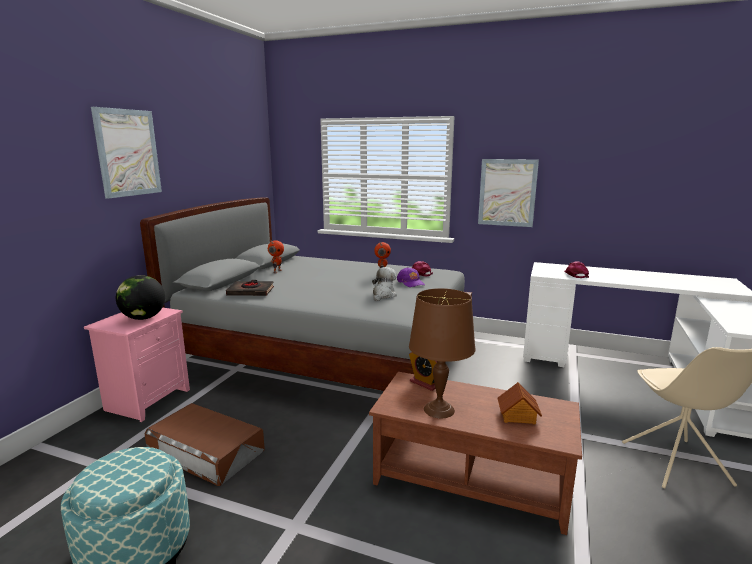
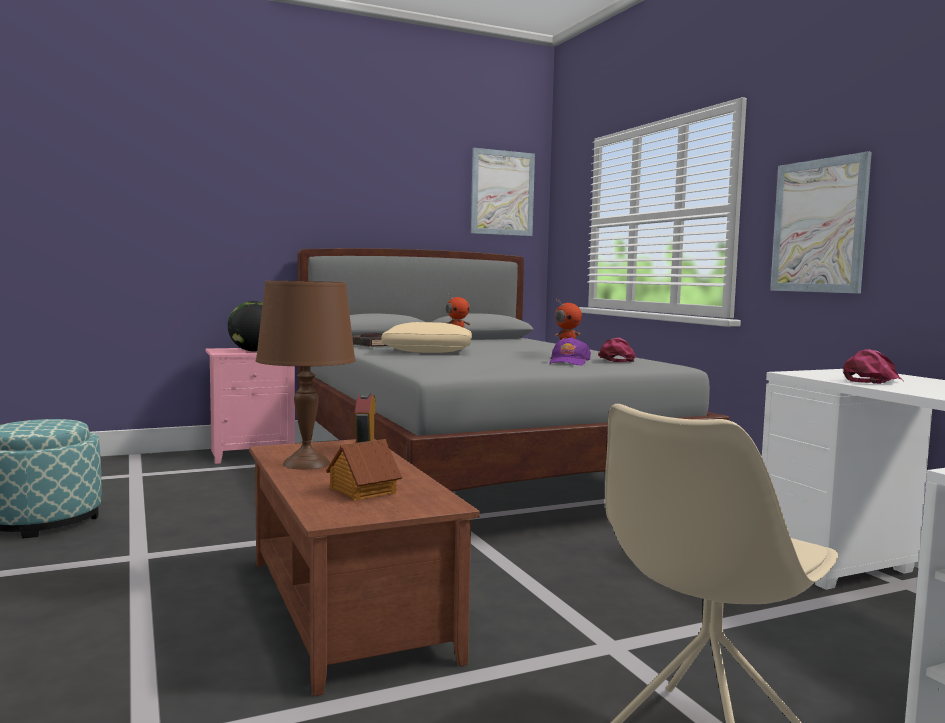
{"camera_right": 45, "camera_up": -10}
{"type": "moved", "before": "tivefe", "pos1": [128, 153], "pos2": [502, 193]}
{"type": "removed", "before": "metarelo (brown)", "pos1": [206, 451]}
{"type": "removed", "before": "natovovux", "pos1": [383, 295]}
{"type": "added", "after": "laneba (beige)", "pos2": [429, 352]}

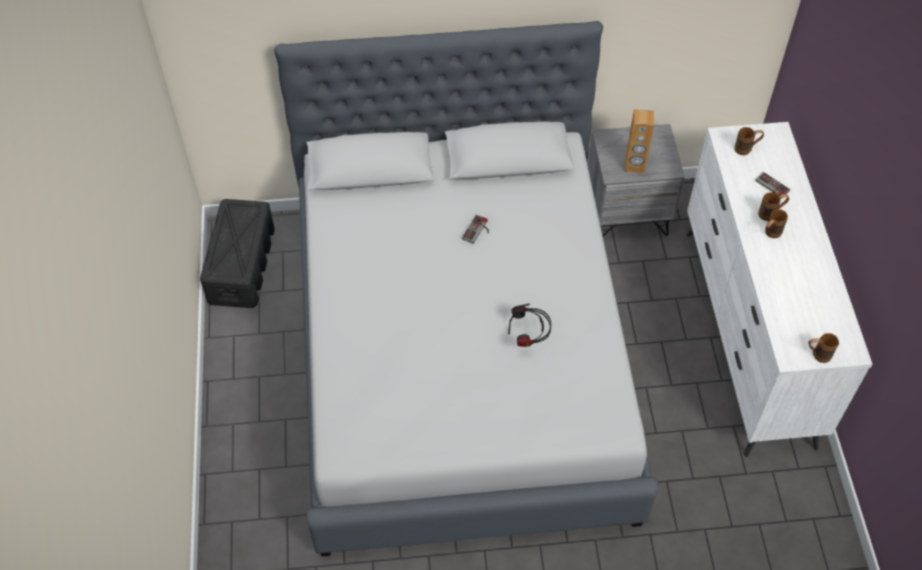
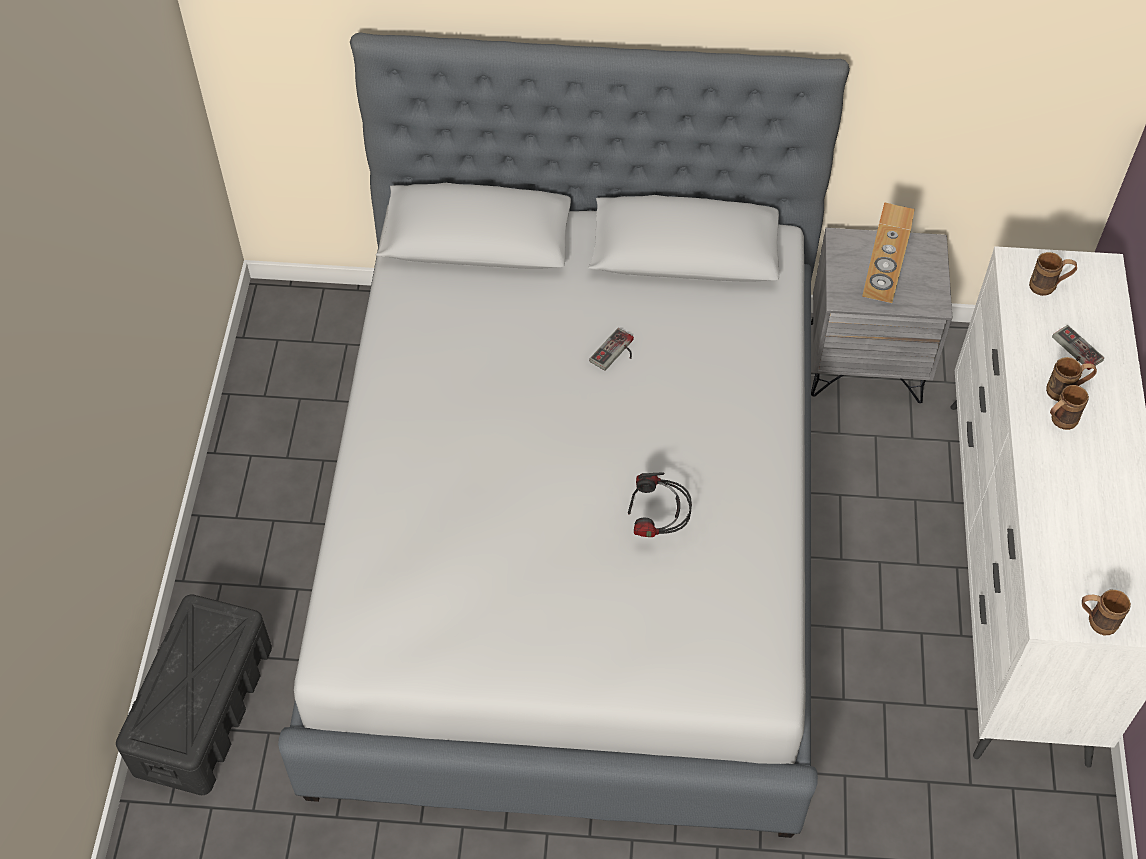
{"camera_right": 10, "camera_up": 0}
{"type": "moved", "before": "metarelo (black)", "pos1": [241, 266], "pos2": [203, 710]}

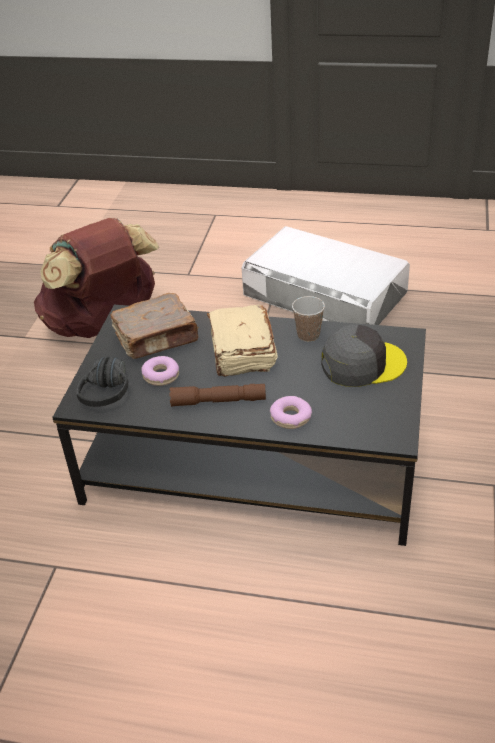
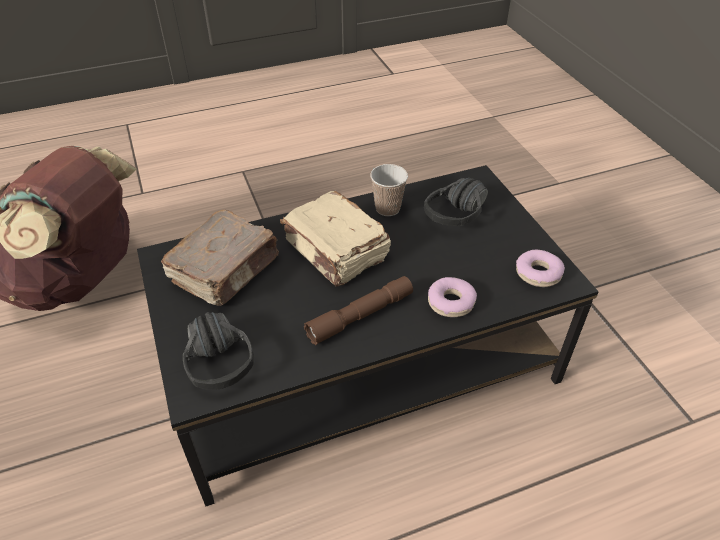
{"camera_right": -35, "camera_up": 5}
{"type": "moved", "before": "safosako", "pos1": [161, 375], "pos2": [538, 273]}
{"type": "removed", "before": "metarelo (white)", "pos1": [325, 293]}
{"type": "replaced", "before": "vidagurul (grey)", "after": "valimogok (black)", "pos1": [362, 364], "pos2": [464, 219]}

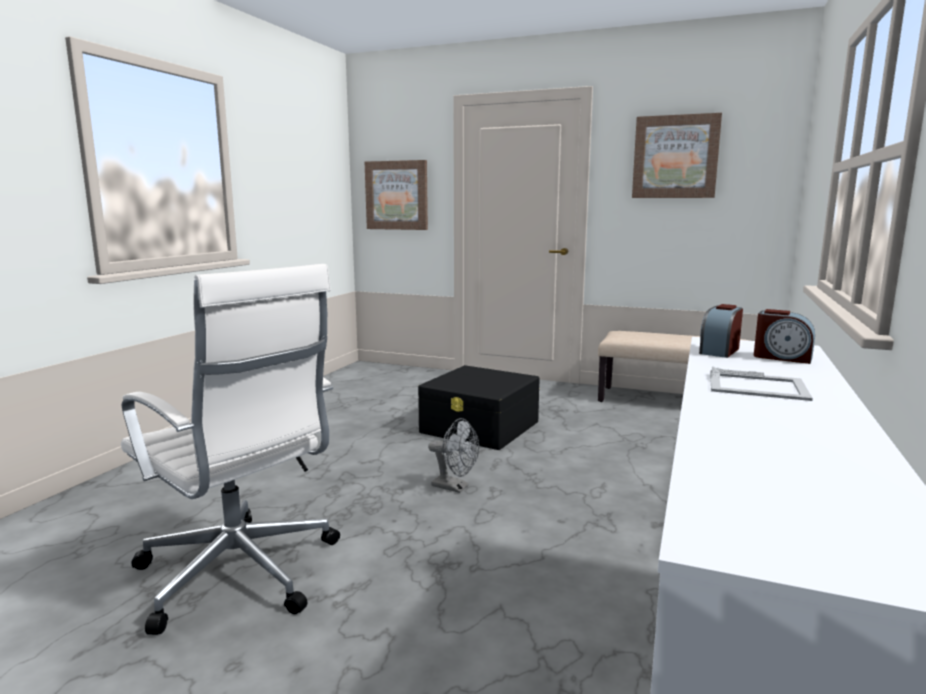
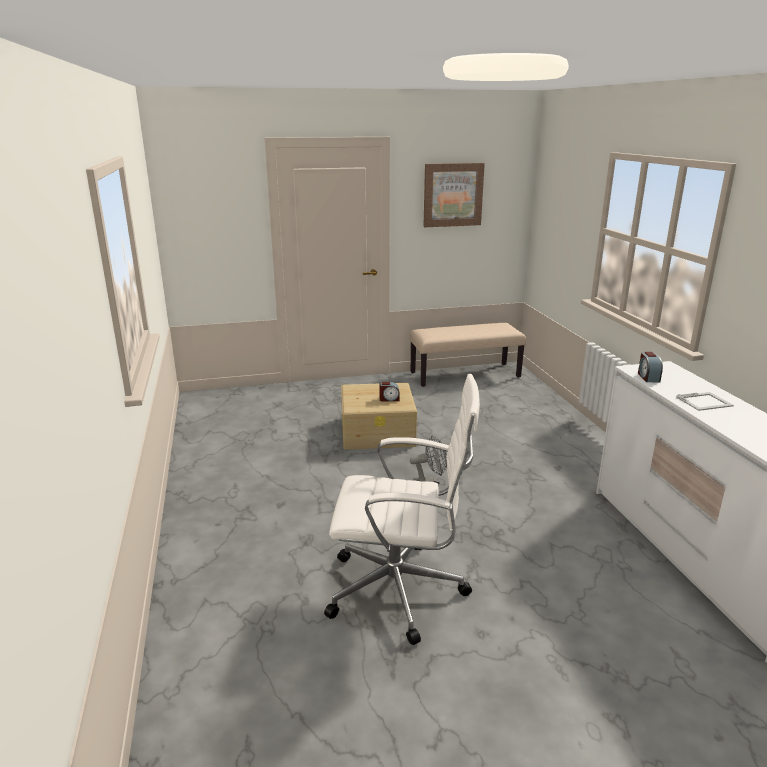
{"camera_right": -35, "camera_up": 10}
{"type": "removed", "before": "tivefe", "pos1": [397, 195]}
{"type": "recoloured", "before": "metarelo (black)", "after": "metarelo (beige)", "pos1": [480, 427], "pos2": [378, 431]}
{"type": "moved", "before": "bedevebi", "pos1": [782, 357], "pos2": [389, 399]}

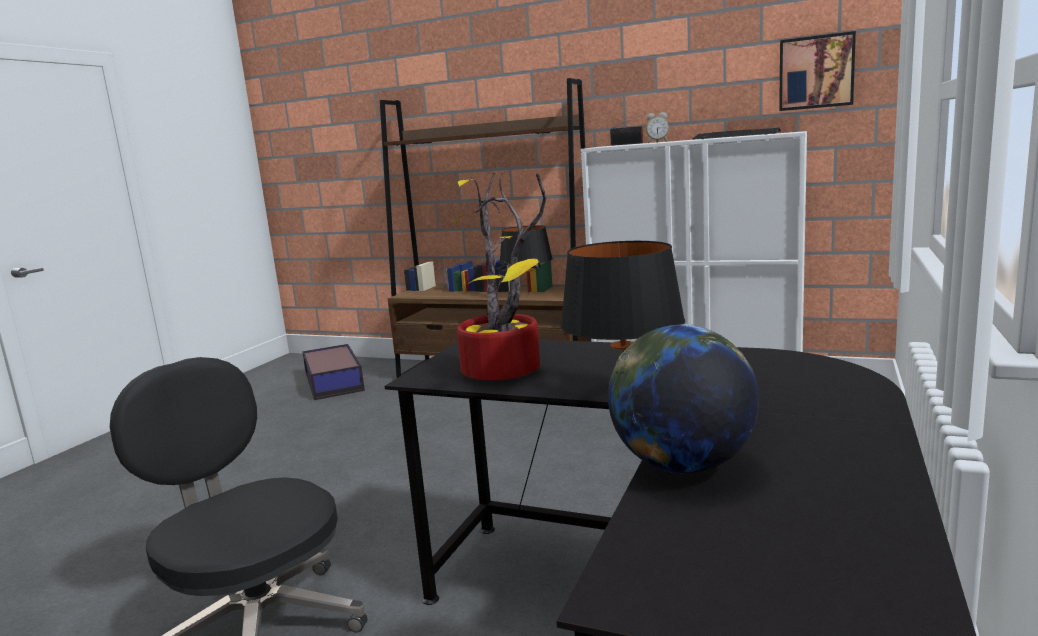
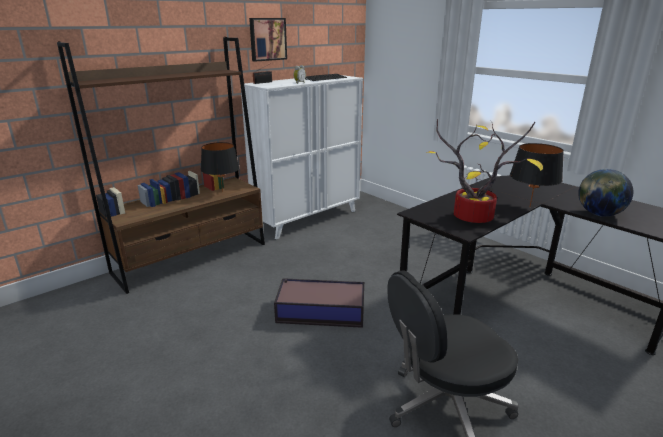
{"camera_right": -65, "camera_up": 10}
{"type": "moved", "before": "metarelo", "pos1": [334, 381], "pos2": [319, 311]}
{"type": "moved", "before": "tivefe", "pos1": [816, 72], "pos2": [267, 39]}

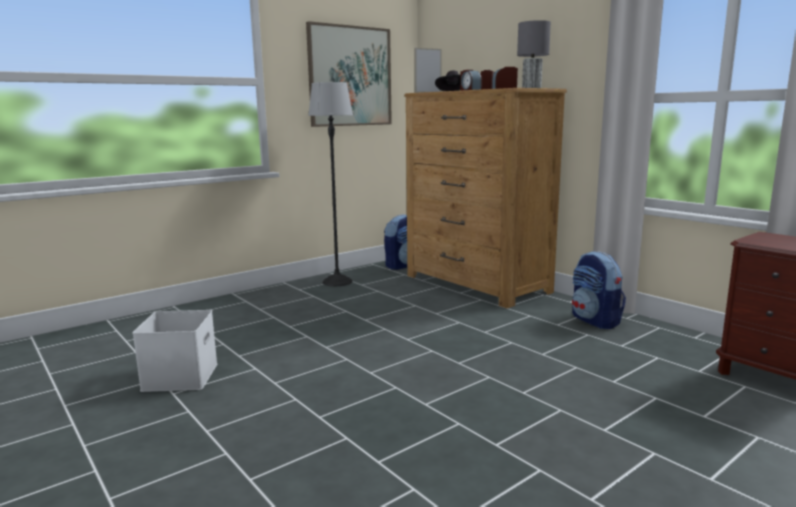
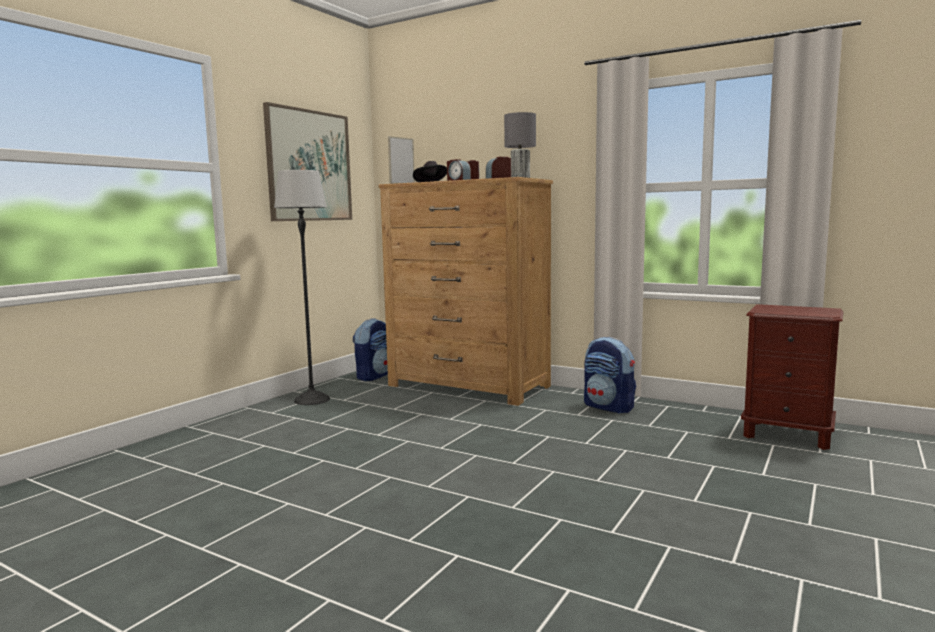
{"camera_right": -20, "camera_up": -5}
{"type": "removed", "before": "metarelo (white)", "pos1": [179, 376]}

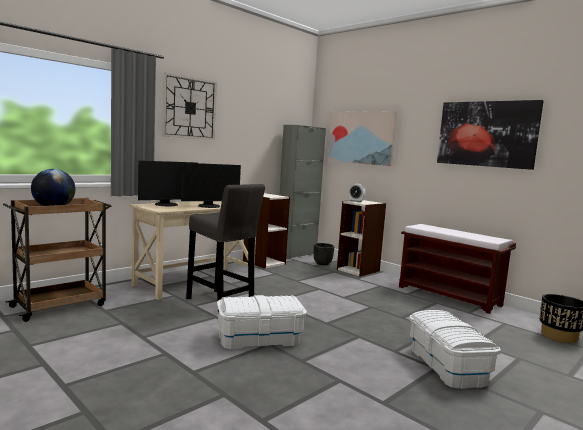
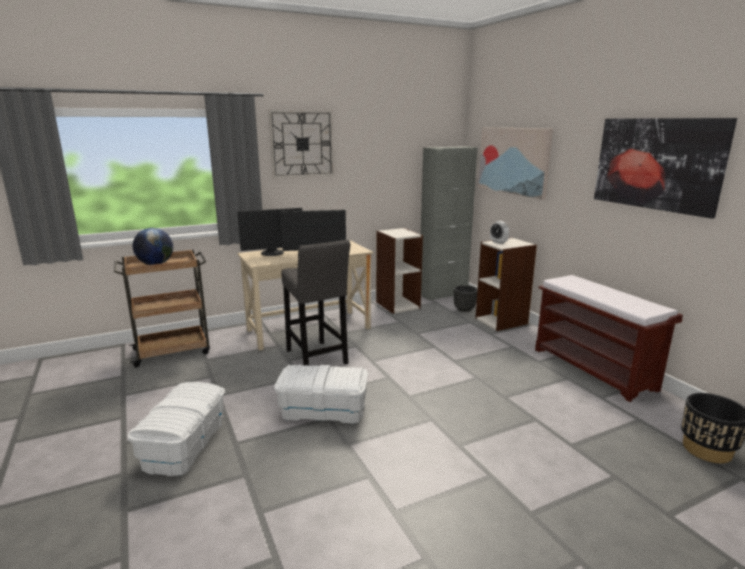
{"camera_right": 20, "camera_up": 10}
{"type": "moved", "before": "metarelo (white)", "pos1": [447, 366], "pos2": [185, 445]}

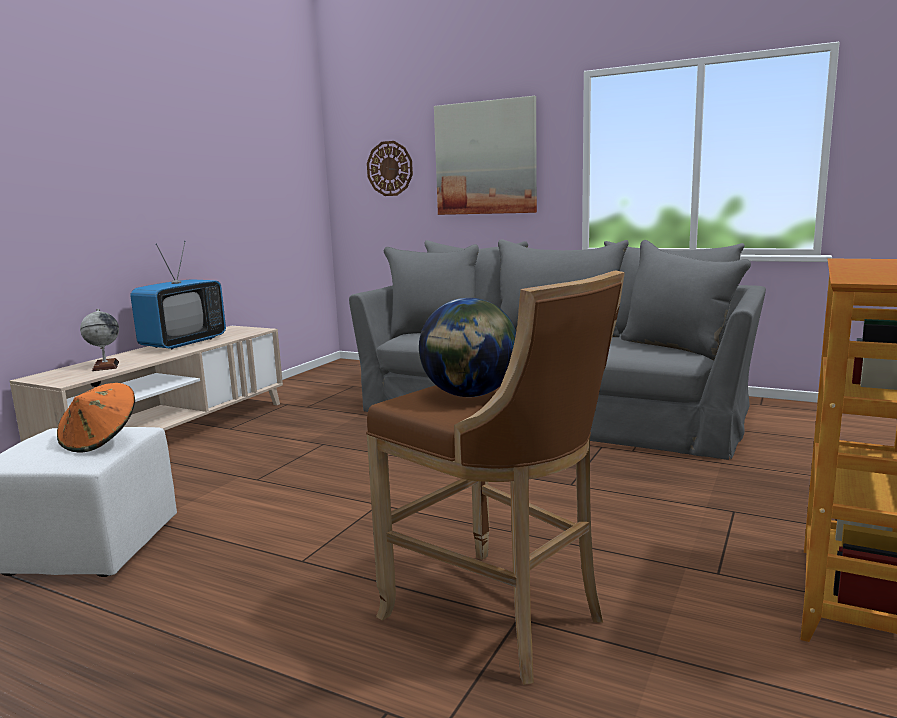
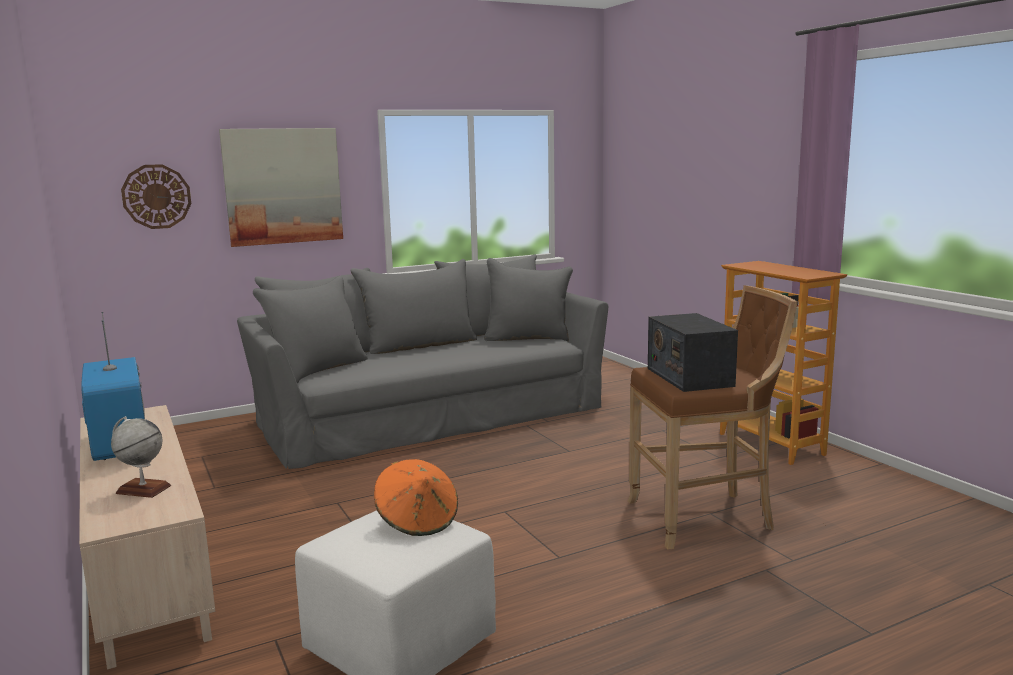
{"camera_right": -55, "camera_up": 0}
{"type": "replaced", "before": "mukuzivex", "after": "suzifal", "pos1": [470, 395], "pos2": [689, 377]}

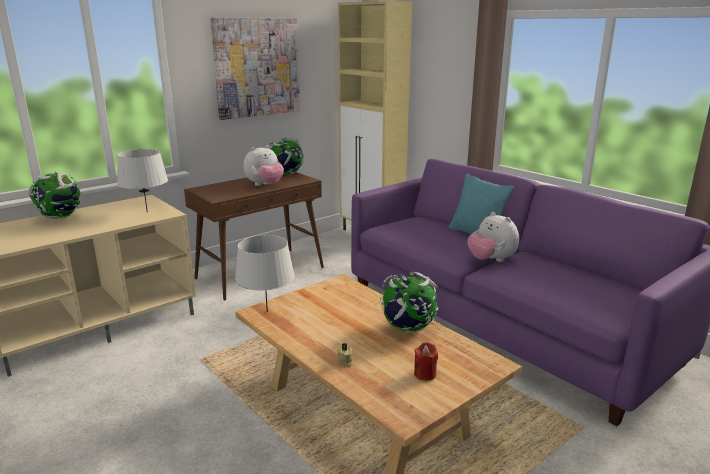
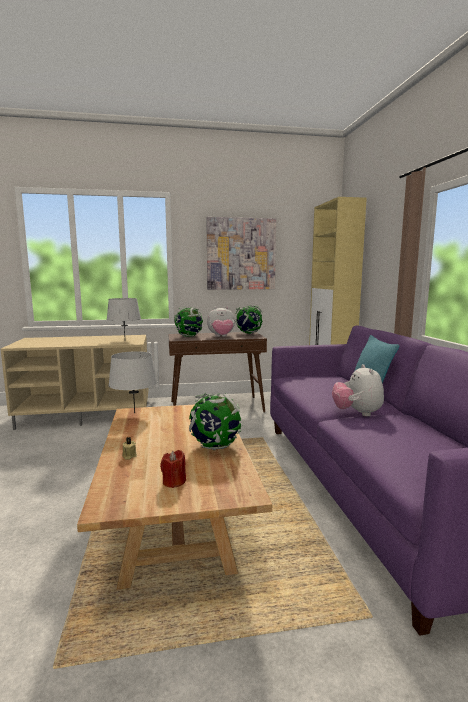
{"camera_right": 30, "camera_up": -10}
{"type": "moved", "before": "mukuzivex", "pos1": [60, 217], "pos2": [189, 336]}

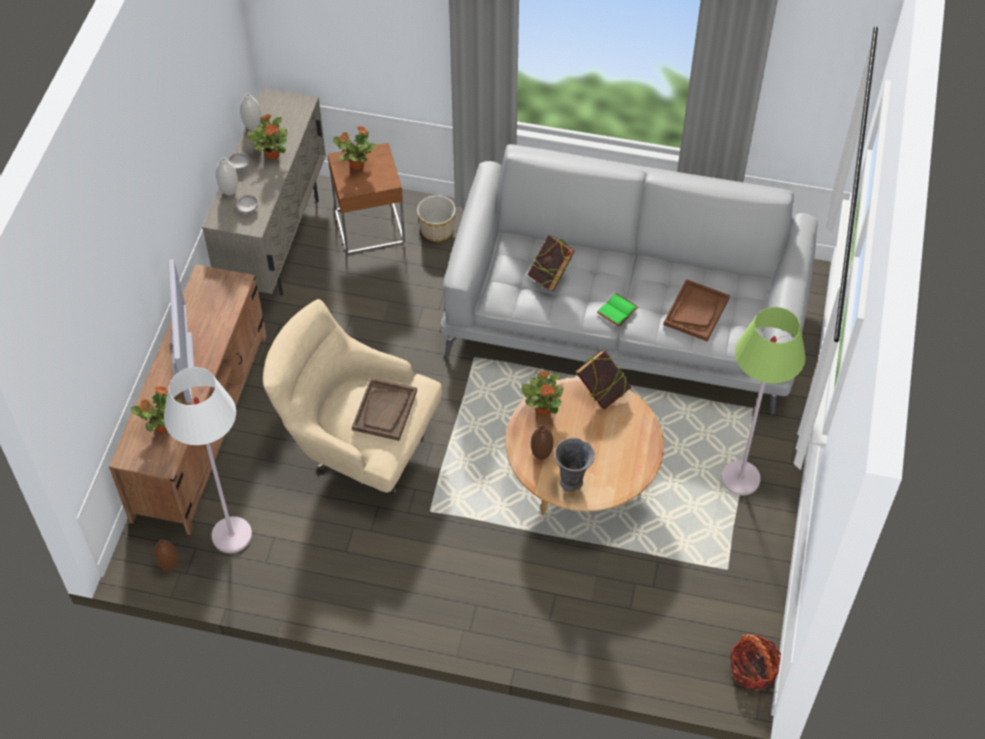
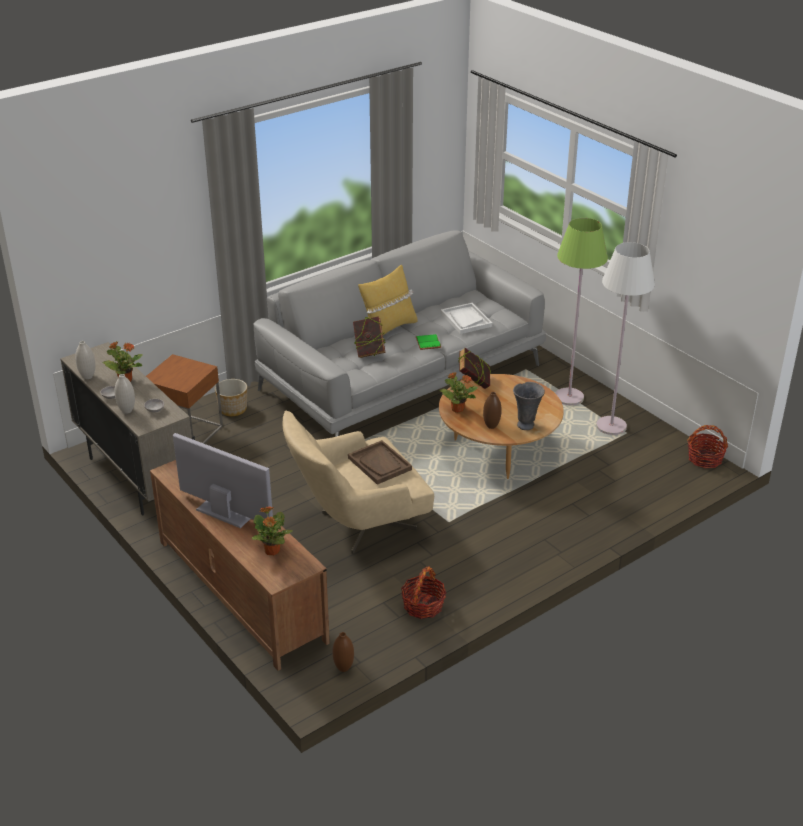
{"camera_right": -50, "camera_up": -20}
{"type": "moved", "before": "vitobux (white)", "pos1": [231, 535], "pos2": [611, 426]}
{"type": "removed", "before": "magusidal", "pos1": [356, 165]}
{"type": "recoloured", "before": "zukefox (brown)", "after": "zukefox (white)", "pos1": [696, 311], "pos2": [466, 320]}
{"type": "added", "after": "laneba (yellow)", "pos2": [388, 329]}
{"type": "added", "after": "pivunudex", "pos2": [423, 606]}

